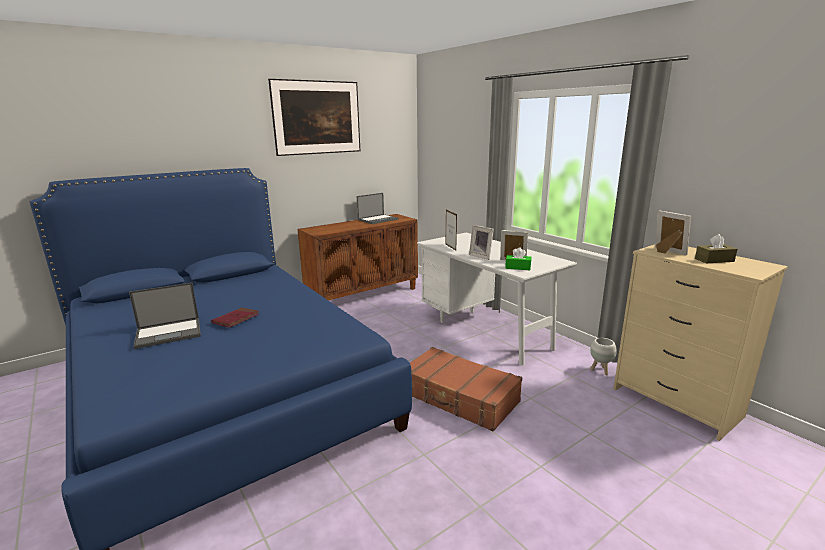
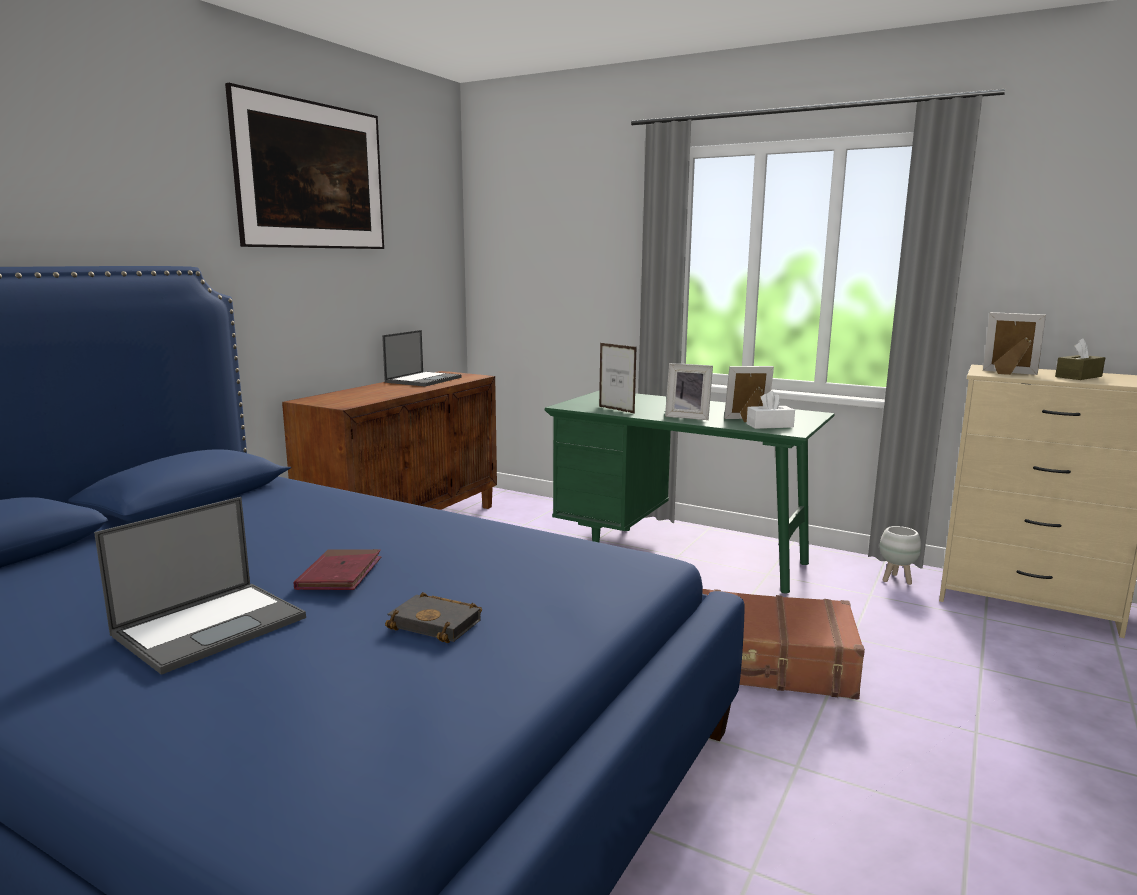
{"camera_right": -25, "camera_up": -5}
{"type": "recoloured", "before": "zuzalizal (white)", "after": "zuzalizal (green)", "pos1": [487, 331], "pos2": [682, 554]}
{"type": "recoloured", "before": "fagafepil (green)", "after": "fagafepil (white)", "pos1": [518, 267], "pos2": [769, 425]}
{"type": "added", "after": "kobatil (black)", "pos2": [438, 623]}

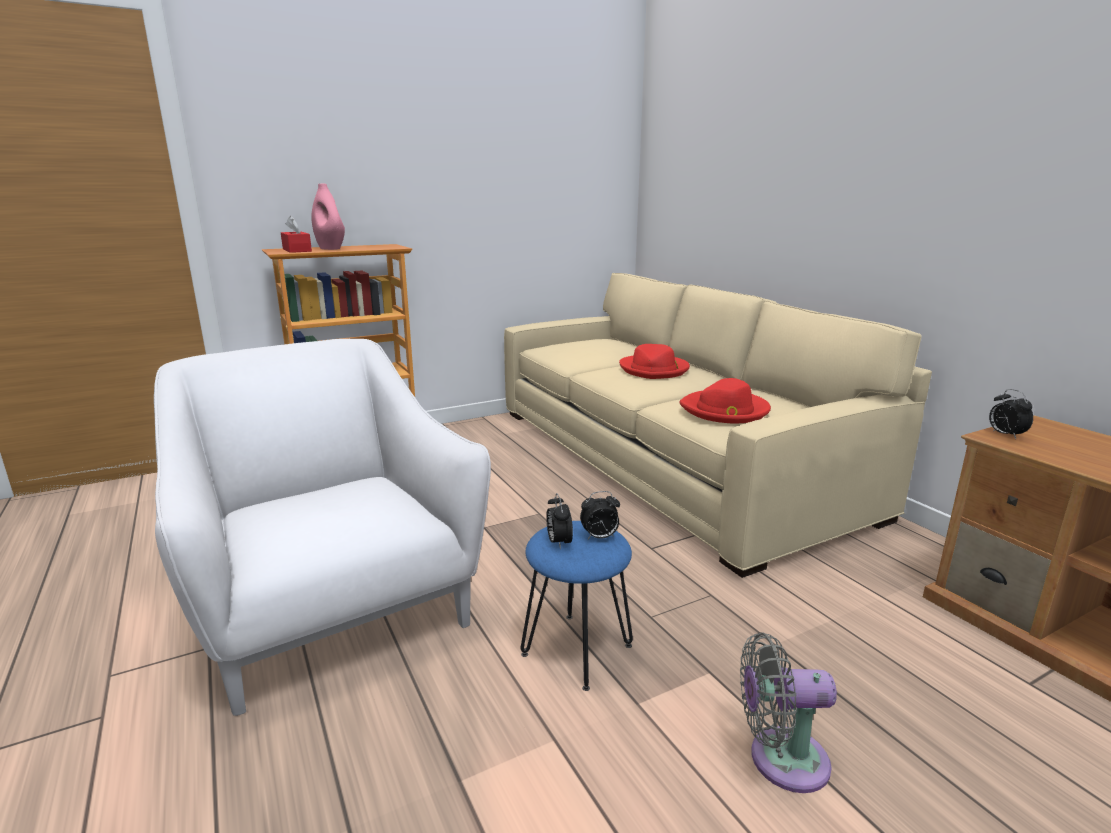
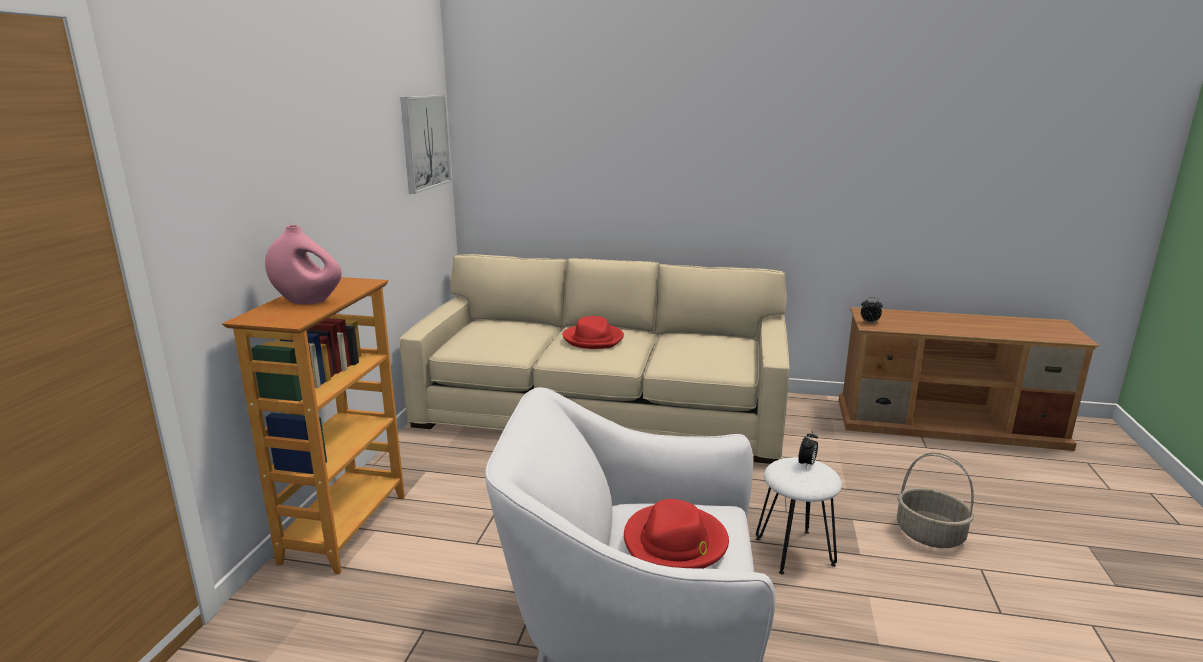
{"camera_right": -50, "camera_up": 0}
{"type": "removed", "before": "fagafepil (red)", "pos1": [297, 250]}
{"type": "recoloured", "before": "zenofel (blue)", "after": "zenofel (white)", "pos1": [577, 650], "pos2": [795, 551]}
{"type": "removed", "before": "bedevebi", "pos1": [558, 542]}
{"type": "moved", "before": "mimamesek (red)", "pos1": [725, 410], "pos2": [675, 543]}
{"type": "replaced", "before": "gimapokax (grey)", "after": "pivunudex", "pos1": [780, 759], "pos2": [930, 534]}
{"type": "added", "after": "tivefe", "pos2": [424, 142]}

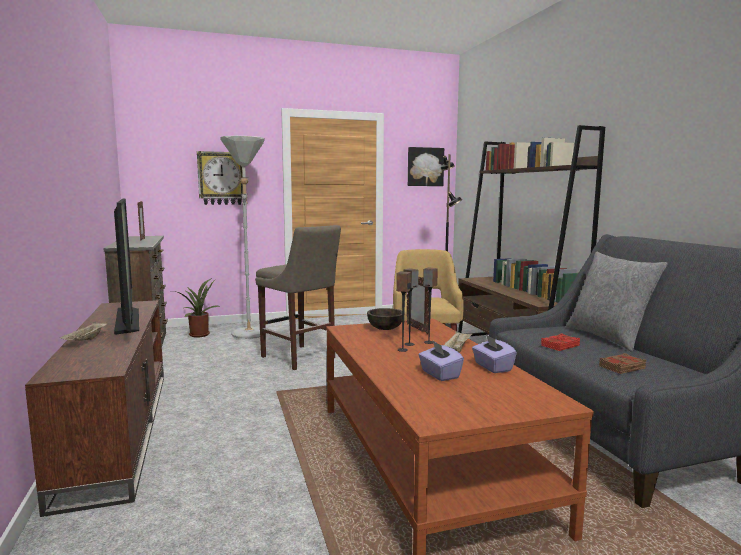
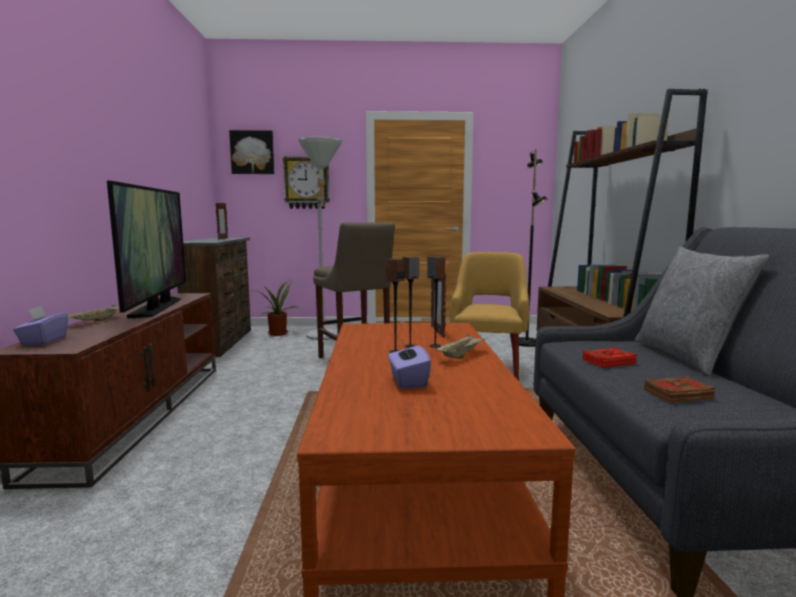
{"camera_right": 15, "camera_up": 0}
{"type": "removed", "before": "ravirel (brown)", "pos1": [385, 328]}
{"type": "moved", "before": "tivefe", "pos1": [425, 167], "pos2": [252, 152]}
{"type": "moved", "before": "fagafepil (purple)", "pos1": [492, 367], "pos2": [43, 341]}

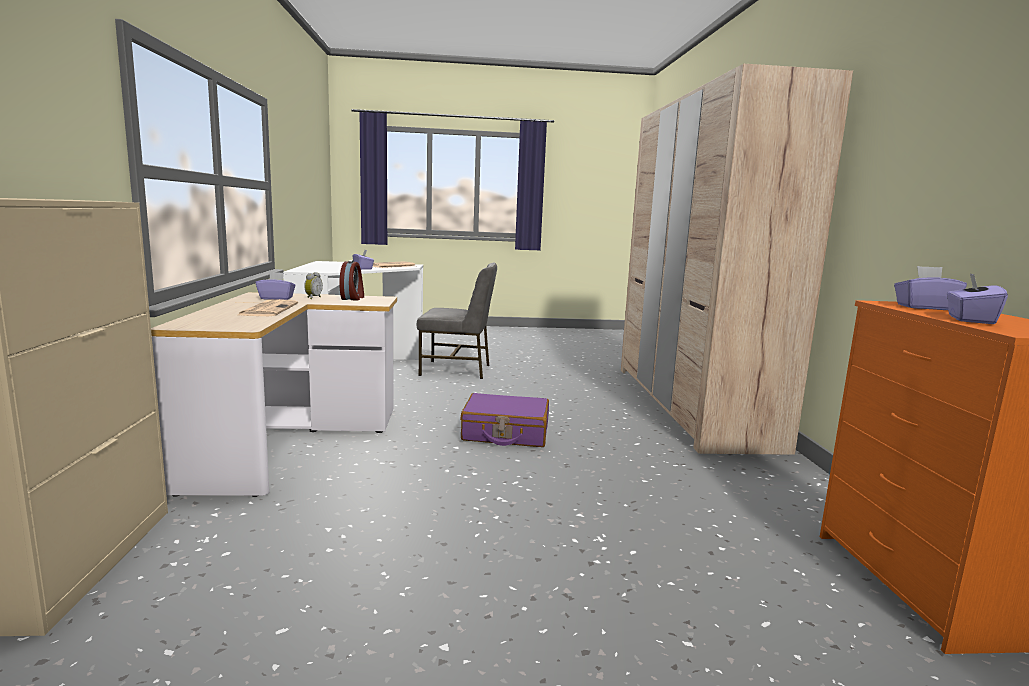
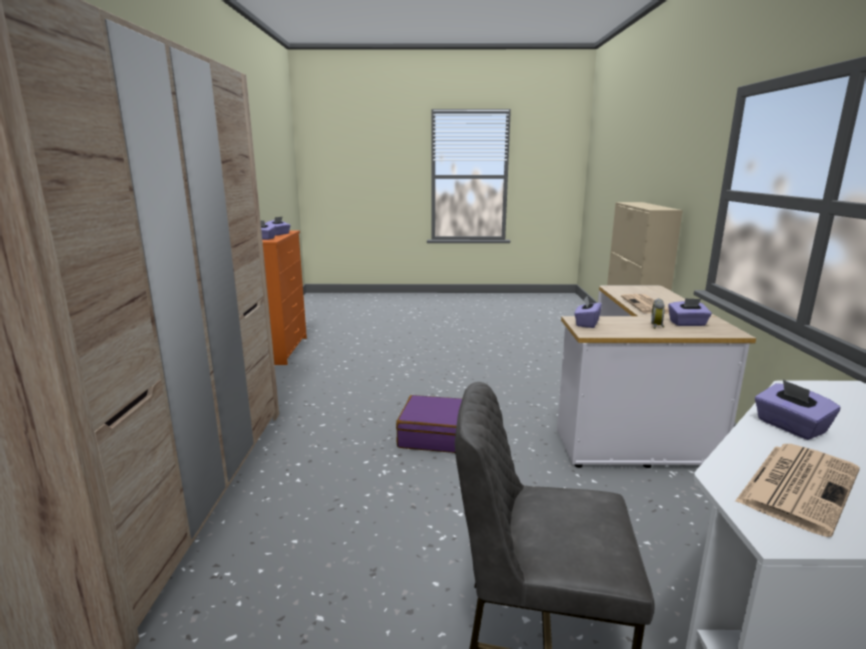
{"camera_right": -175, "camera_up": 5}
{"type": "removed", "before": "bedevebi", "pos1": [353, 298]}
{"type": "added", "after": "fagafepil (purple)", "pos2": [586, 323]}

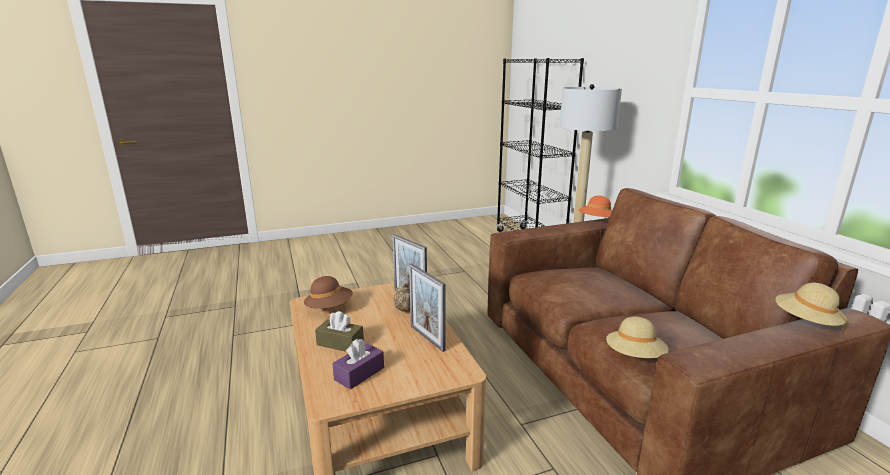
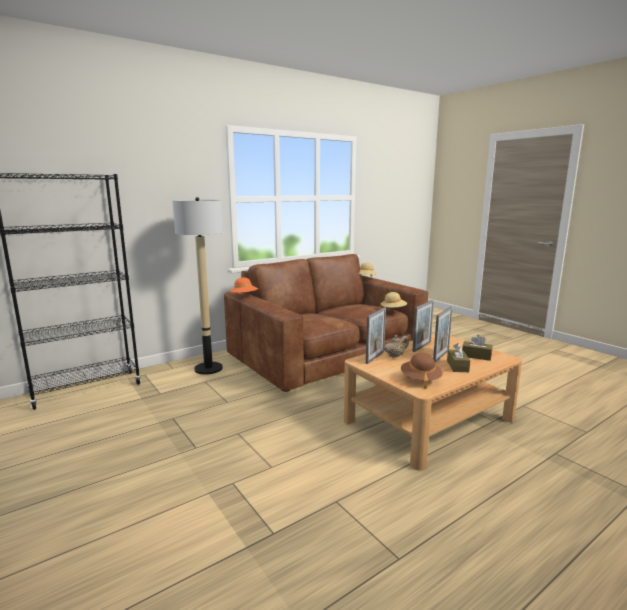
{"camera_right": -105, "camera_up": -5}
{"type": "recoloured", "before": "fagafepil (purple)", "after": "fagafepil (brown)", "pos1": [359, 373], "pos2": [476, 356]}
{"type": "added", "after": "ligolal", "pos2": [441, 356]}

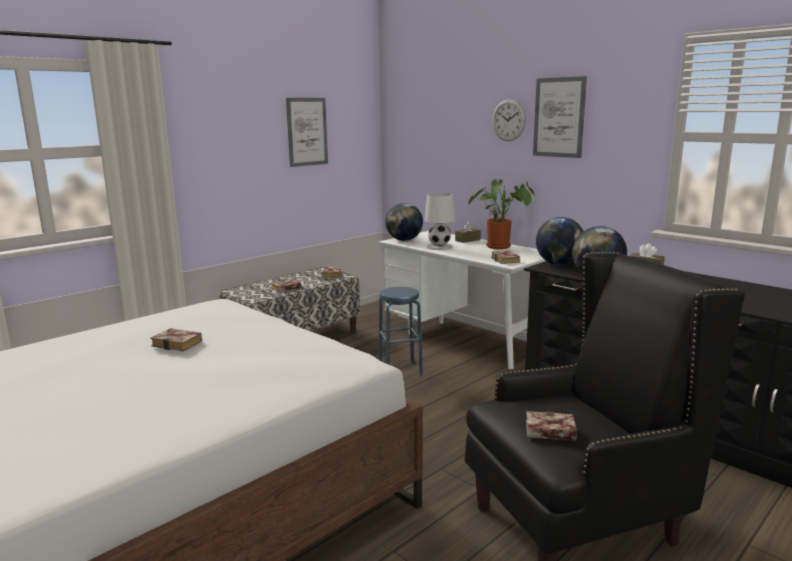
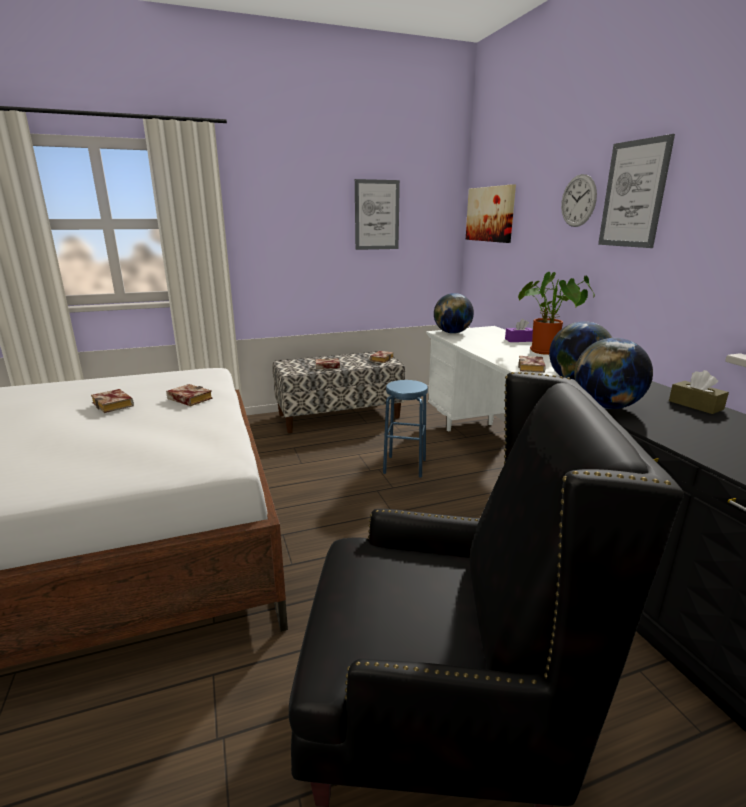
{"camera_right": 25, "camera_up": 5}
{"type": "removed", "before": "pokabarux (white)", "pos1": [439, 247]}
{"type": "recoloured", "before": "fagafepil (brown)", "after": "fagafepil (purple)", "pos1": [467, 240], "pos2": [519, 340]}
{"type": "moved", "before": "kobatil", "pos1": [548, 432], "pos2": [188, 399]}
{"type": "added", "after": "tivefe", "pos2": [490, 214]}

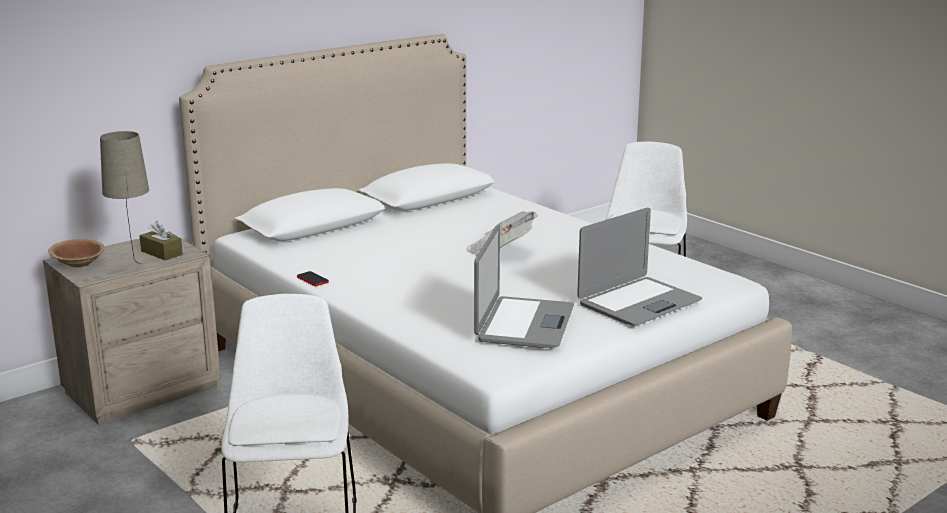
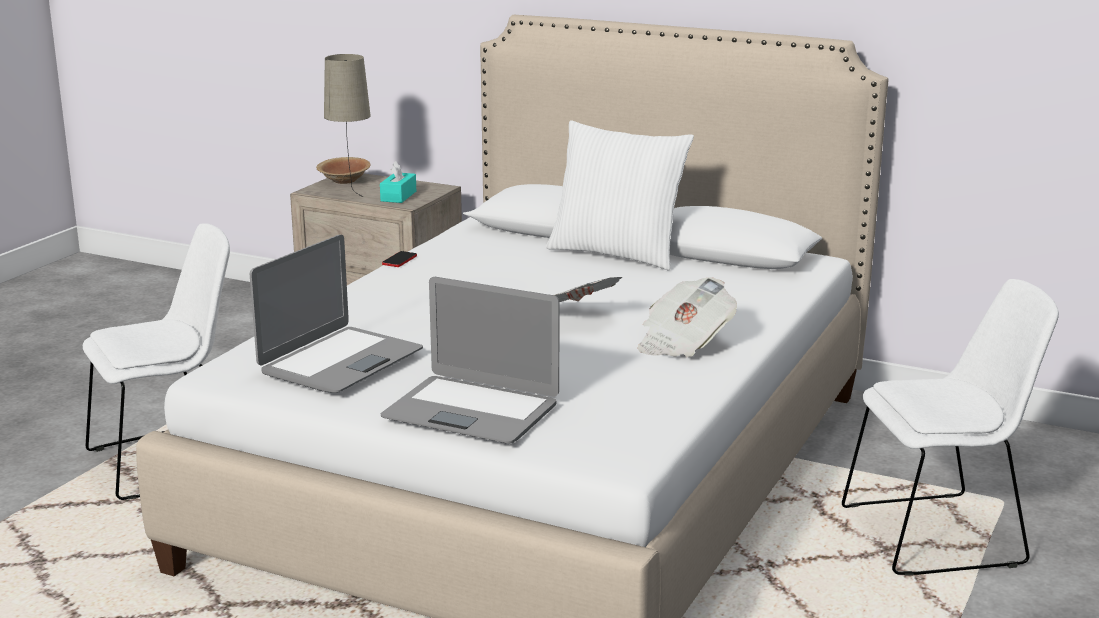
{"camera_right": 65, "camera_up": 0}
{"type": "recoloured", "before": "fagafepil (brown)", "after": "fagafepil (turquoise)", "pos1": [161, 253], "pos2": [398, 196]}
{"type": "turned", "before": "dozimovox", "pos1": [524, 324], "pos2": [340, 362], "turn": -45}
{"type": "added", "after": "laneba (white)", "pos2": [617, 253]}
{"type": "added", "after": "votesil", "pos2": [683, 343]}

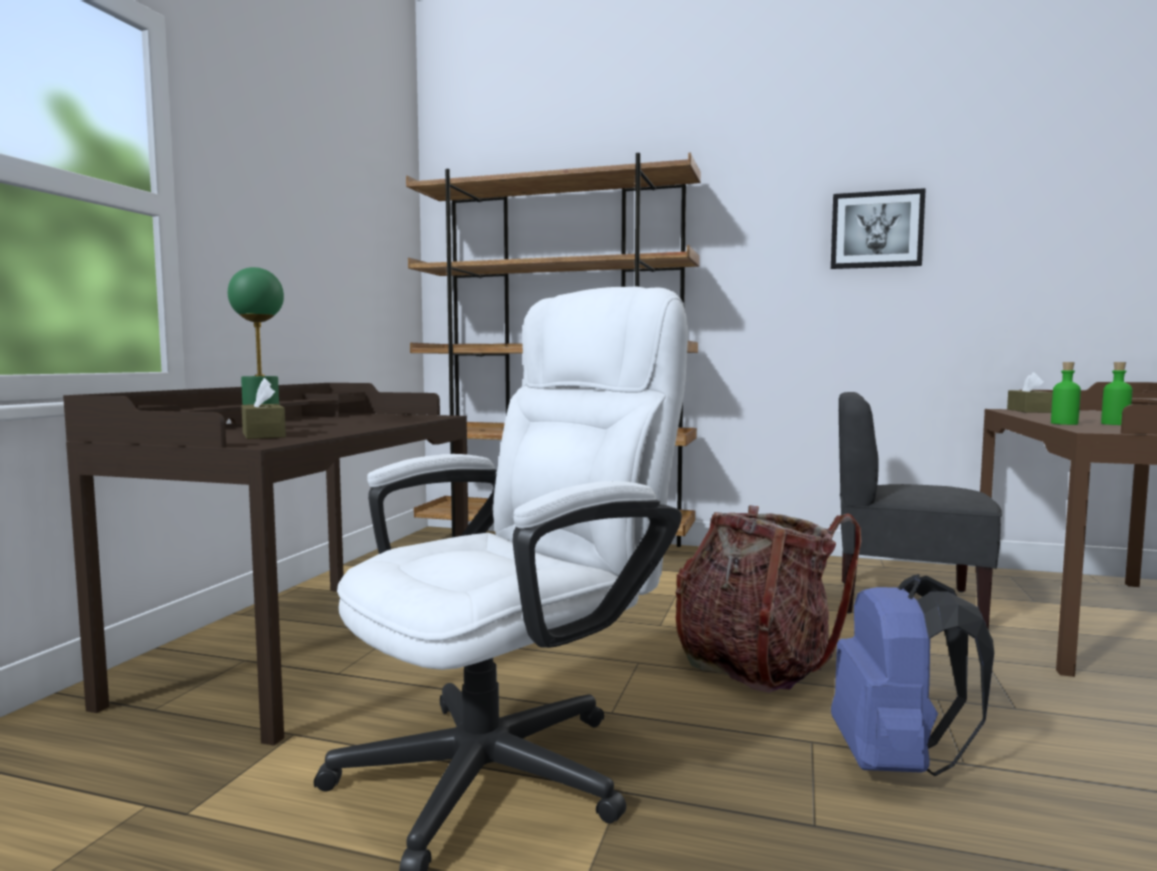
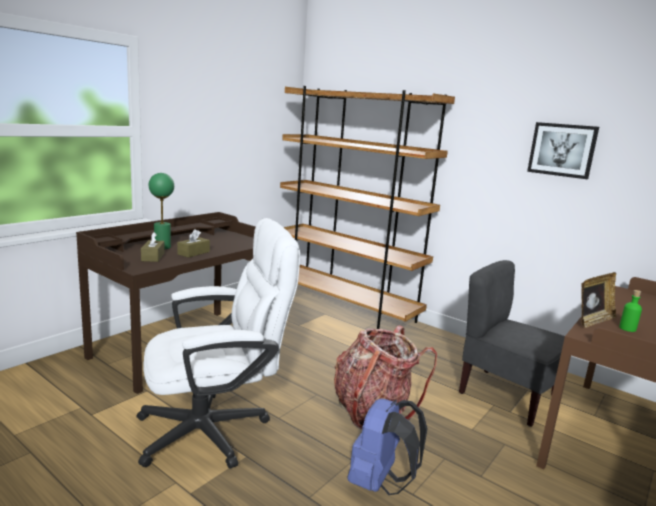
{"camera_right": 20, "camera_up": 10}
{"type": "moved", "before": "fagafepil (brown)", "pos1": [1028, 411], "pos2": [193, 253]}
{"type": "replaced", "before": "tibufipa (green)", "after": "ligolal", "pos1": [1064, 423], "pos2": [593, 321]}

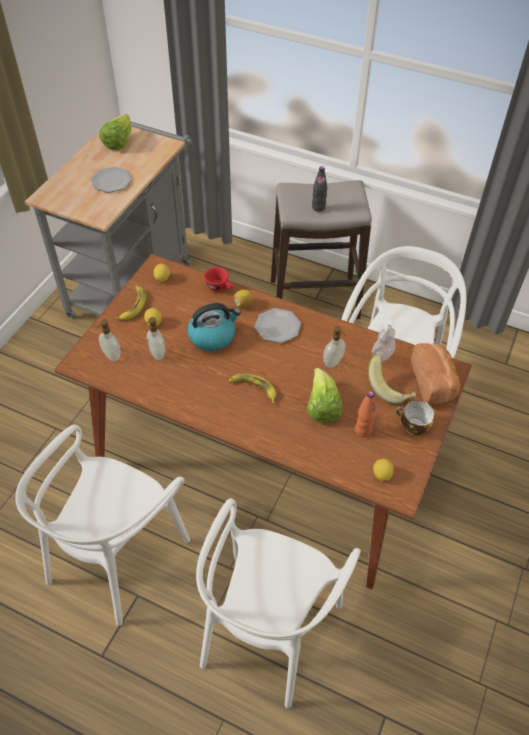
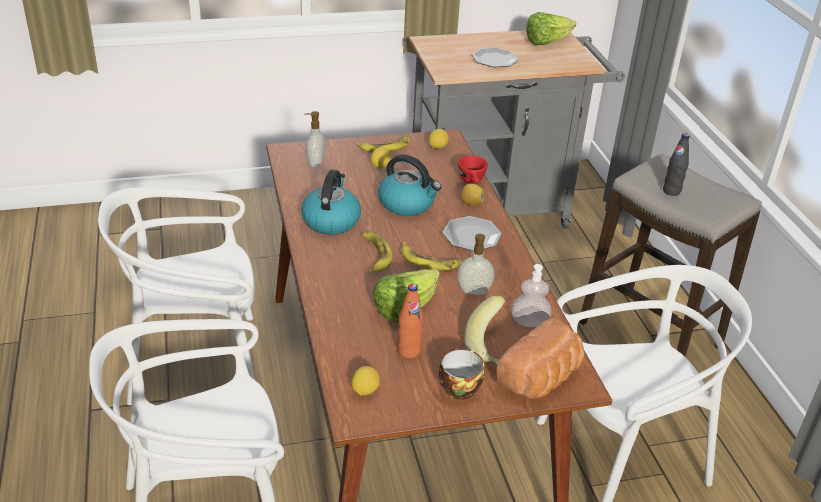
{"camera_right": 50, "camera_up": -15}
{"type": "removed", "before": "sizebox", "pos1": [156, 354]}
{"type": "added", "after": "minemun", "pos2": [331, 220]}
{"type": "added", "after": "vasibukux", "pos2": [429, 261]}

